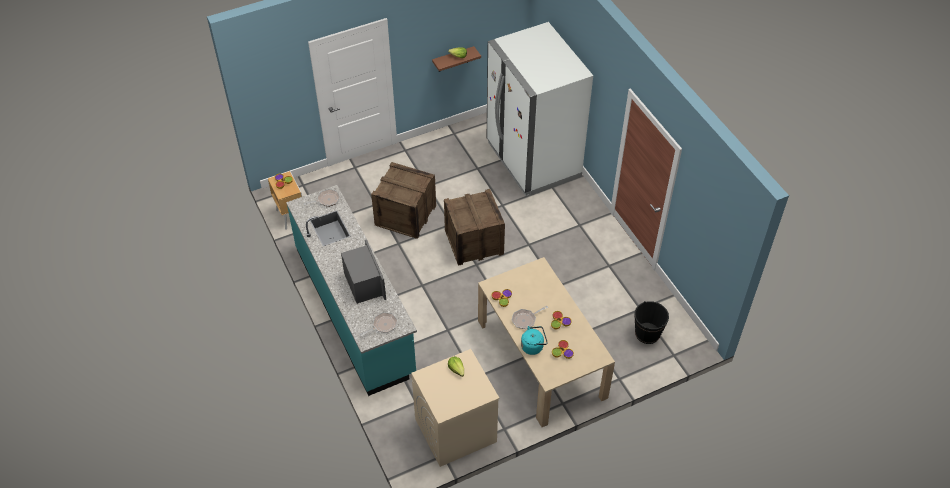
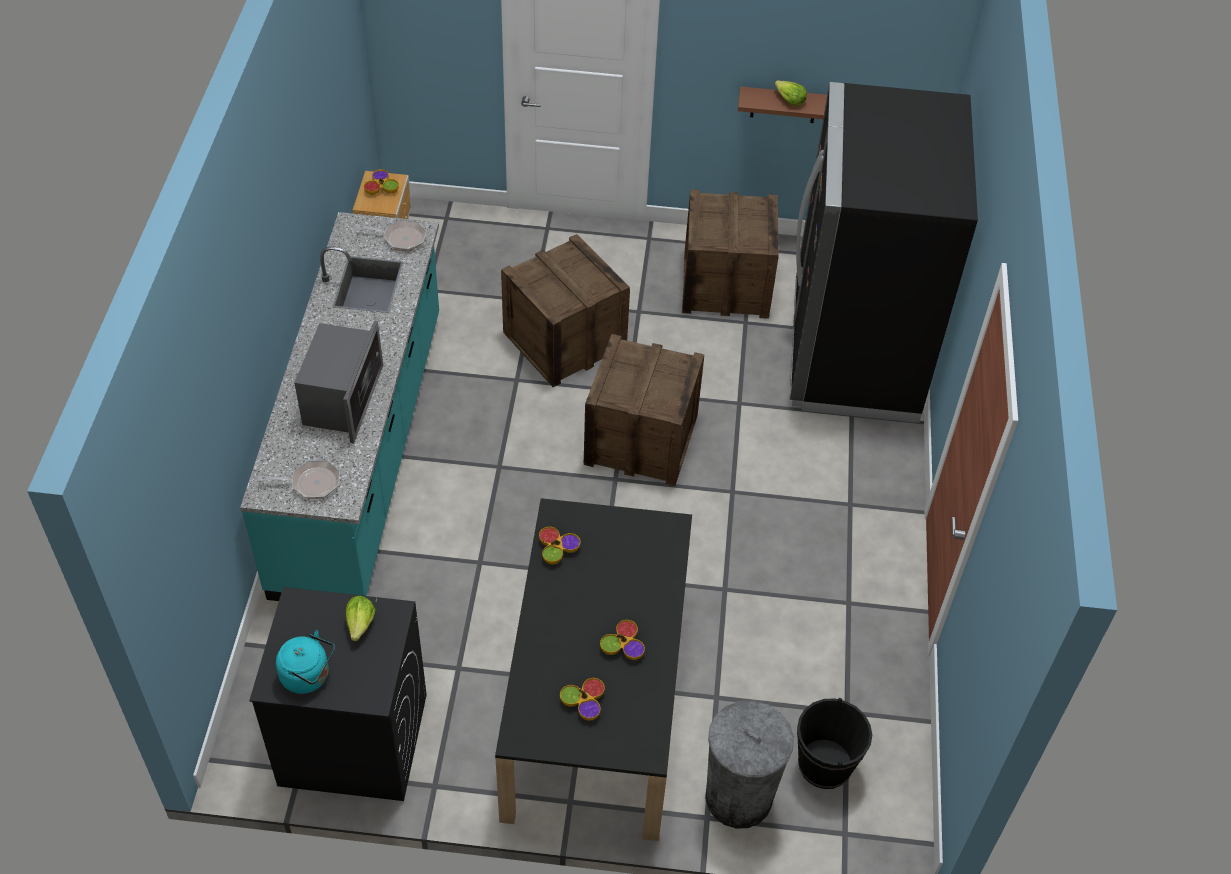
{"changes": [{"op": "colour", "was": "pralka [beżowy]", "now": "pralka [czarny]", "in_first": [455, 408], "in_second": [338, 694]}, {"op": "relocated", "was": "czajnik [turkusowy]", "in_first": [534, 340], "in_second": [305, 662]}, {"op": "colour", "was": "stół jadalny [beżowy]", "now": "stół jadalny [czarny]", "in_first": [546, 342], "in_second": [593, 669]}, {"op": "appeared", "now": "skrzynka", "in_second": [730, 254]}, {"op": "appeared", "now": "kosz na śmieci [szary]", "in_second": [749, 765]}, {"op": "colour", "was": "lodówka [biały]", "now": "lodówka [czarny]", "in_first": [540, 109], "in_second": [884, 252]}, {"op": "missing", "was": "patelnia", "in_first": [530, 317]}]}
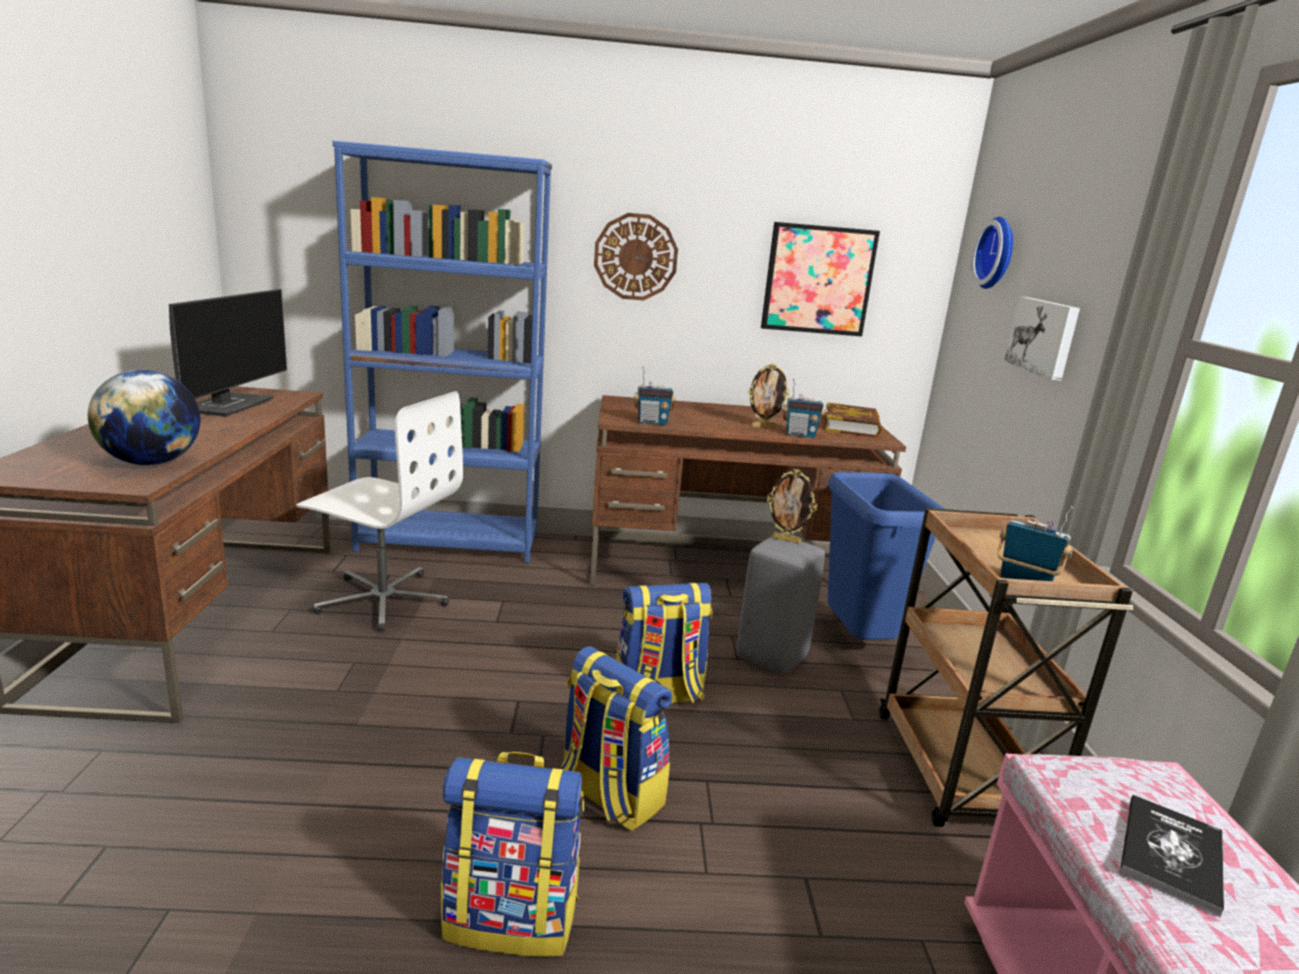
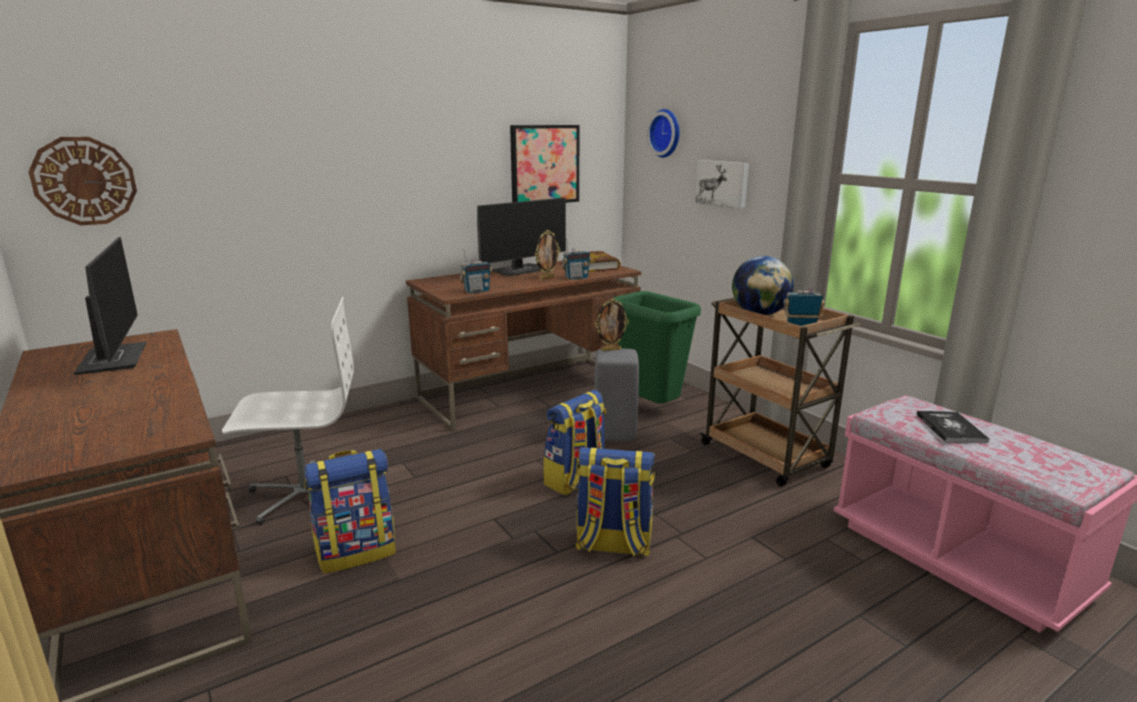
{"changes": [{"op": "relocated", "was": "zegar ścienny", "in_first": [636, 257], "in_second": [82, 181]}, {"op": "relocated", "was": "plecak", "in_first": [512, 854], "in_second": [350, 511]}, {"op": "appeared", "now": "monitor", "in_second": [521, 237]}, {"op": "colour", "was": "kosz na śmieci [niebieski]", "now": "kosz na śmieci [zielony]", "in_first": [886, 556], "in_second": [657, 347]}, {"op": "relocated", "was": "globus", "in_first": [144, 417], "in_second": [763, 285]}, {"op": "missing", "was": "regał [niebieski]", "in_first": [442, 352]}]}
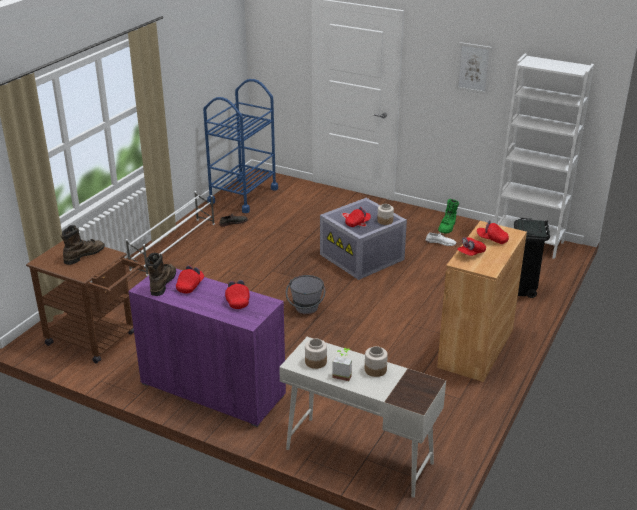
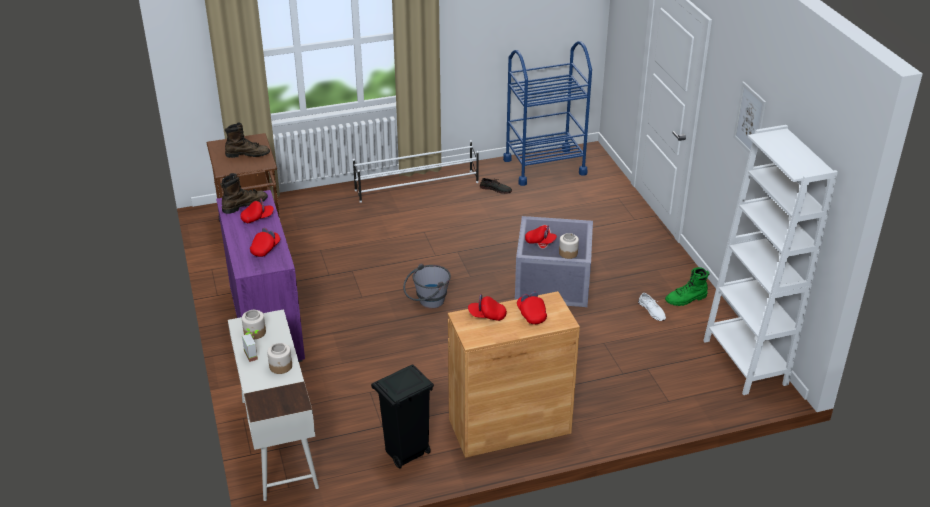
{"changes": [{"op": "relocated", "was": "kosz na śmieci [czarny]", "in_first": [532, 258], "in_second": [402, 417]}]}
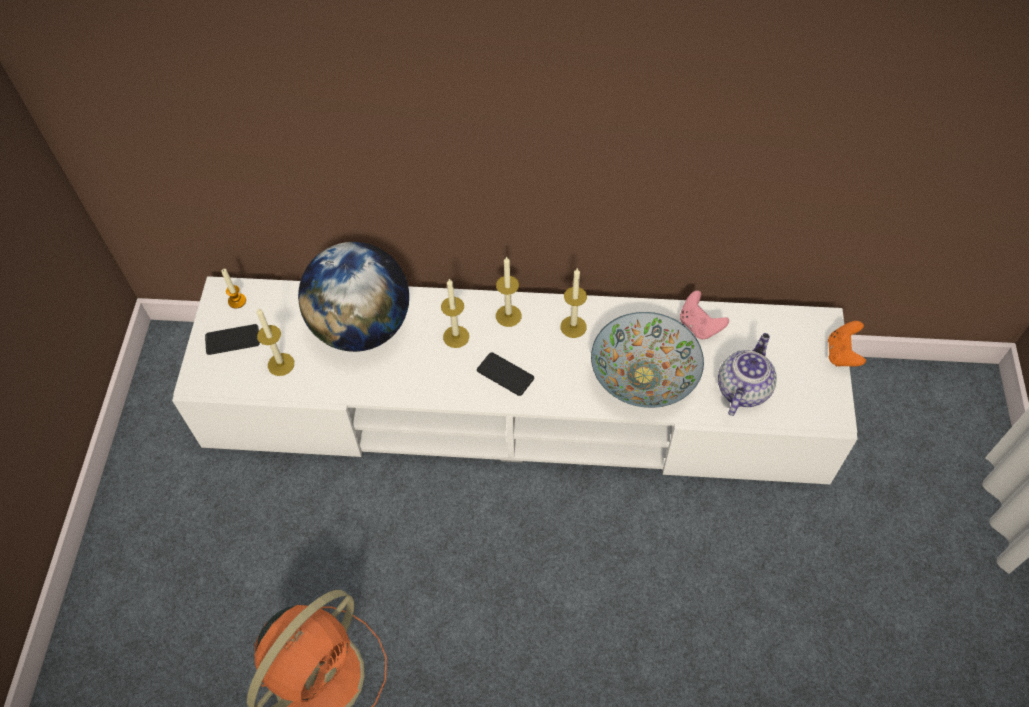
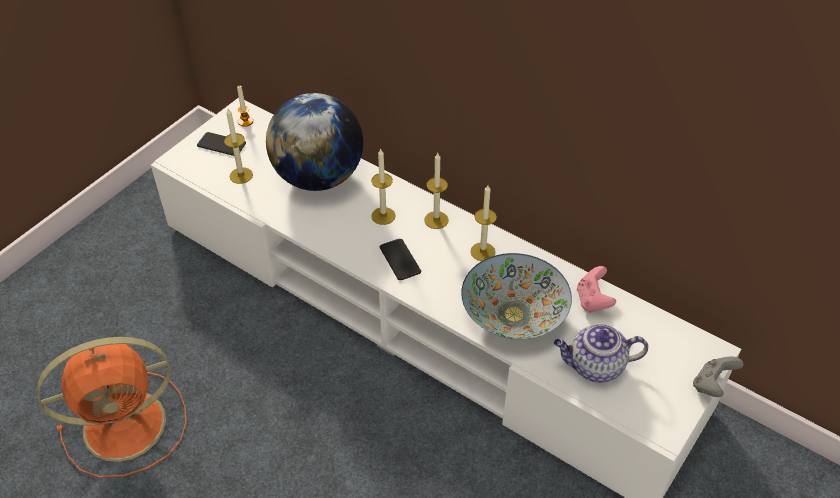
{"changes": [{"op": "spun", "was": "imbryk", "in_first": [747, 374], "in_second": [601, 353], "clockwise": -150}, {"op": "colour", "was": "pad do gier [pomarańczowy]", "now": "pad do gier [szary]", "in_first": [847, 344], "in_second": [718, 376]}]}
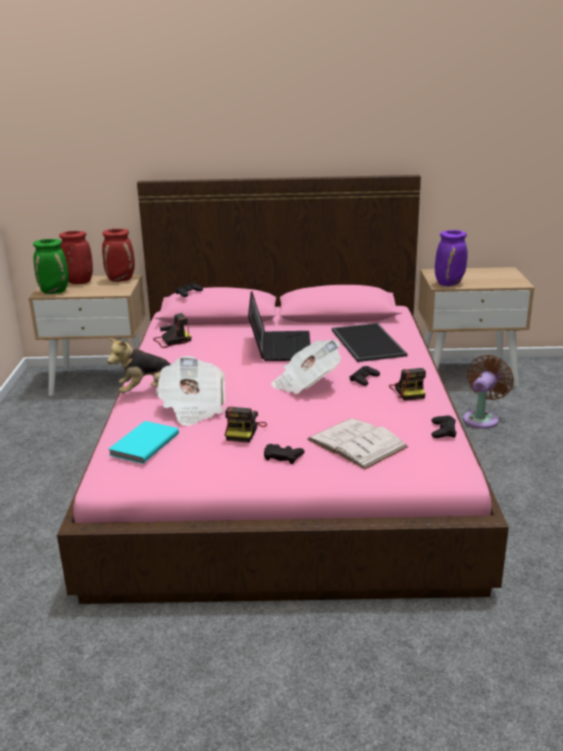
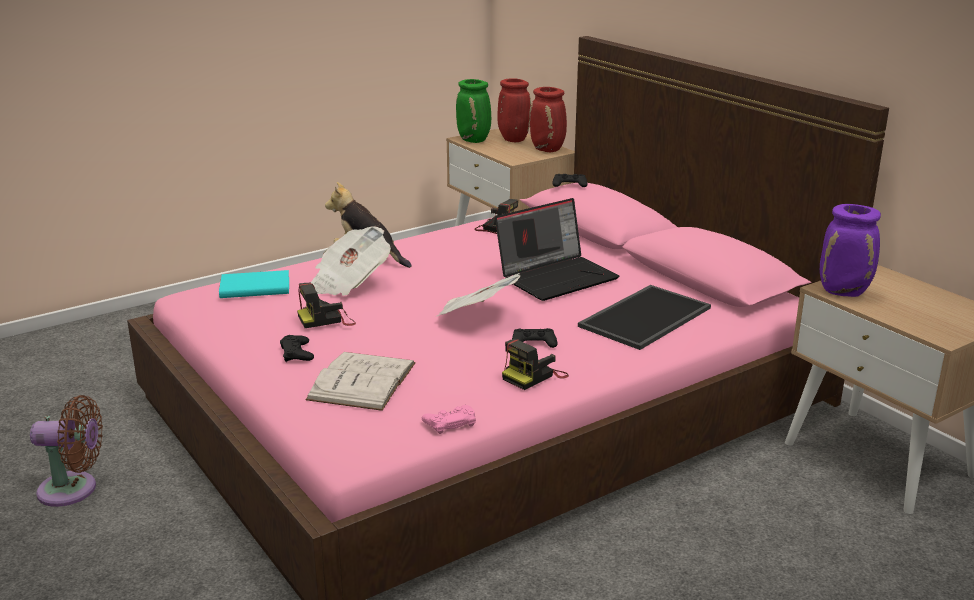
{"changes": [{"op": "relocated", "was": "wentylator [brązowy]", "in_first": [488, 392], "in_second": [66, 451]}, {"op": "colour", "was": "pad do gier [czarny]", "now": "pad do gier [różowy]", "in_first": [443, 426], "in_second": [449, 419]}]}
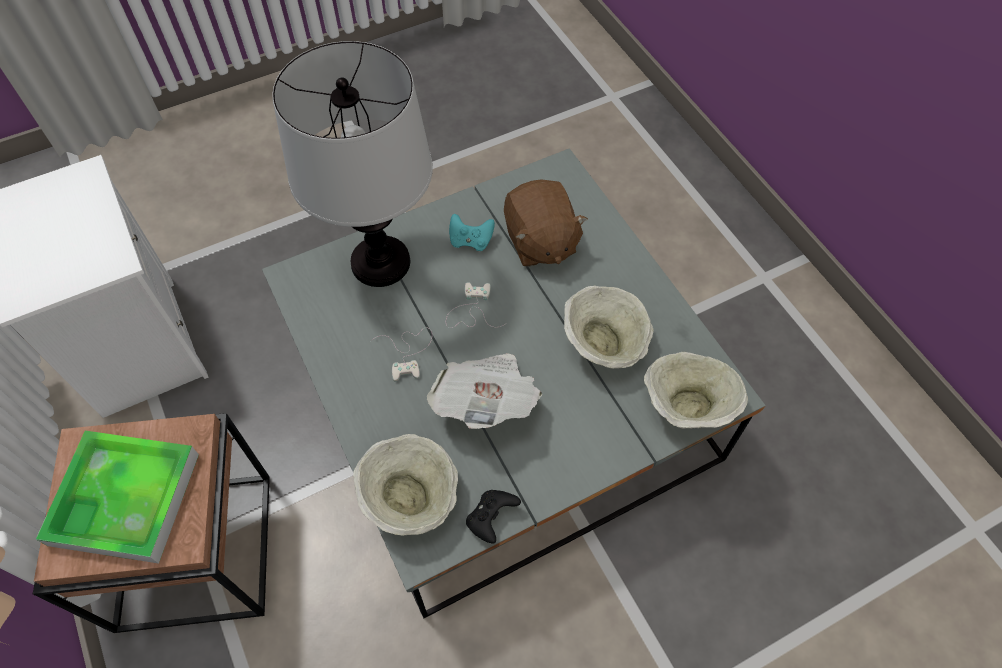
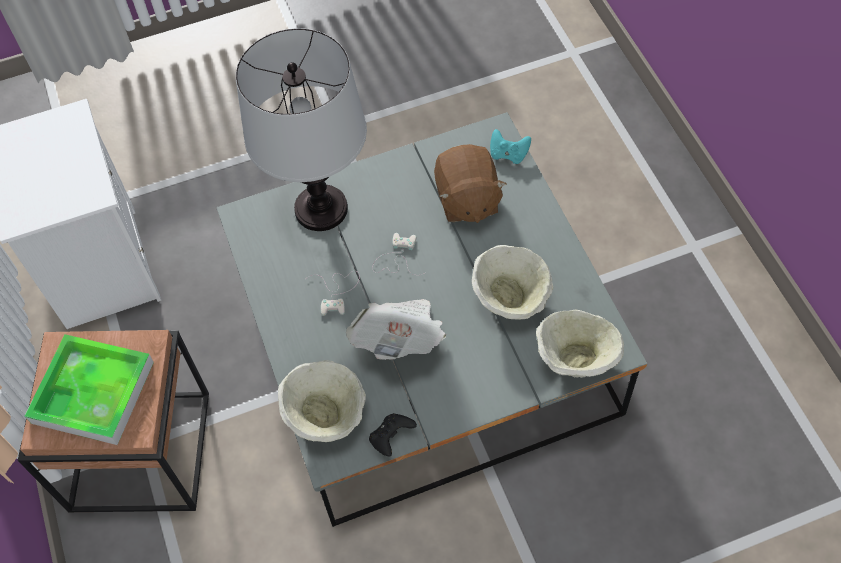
{"changes": [{"op": "relocated", "was": "pad do gier [turkusowy]", "in_first": [472, 232], "in_second": [510, 146]}]}
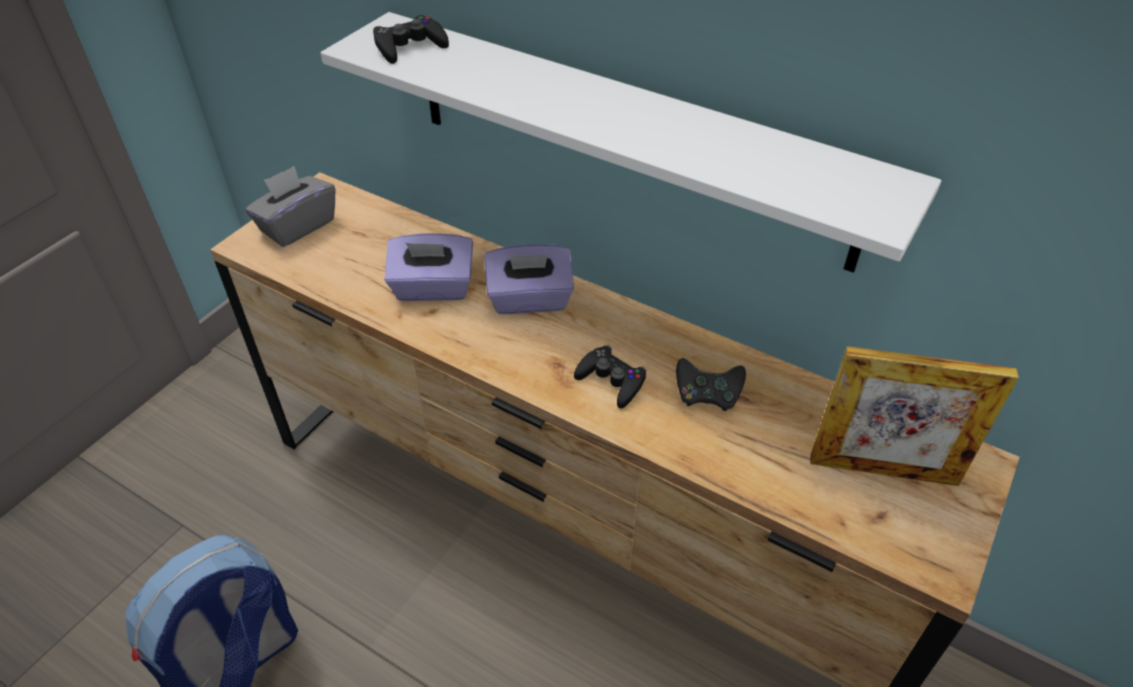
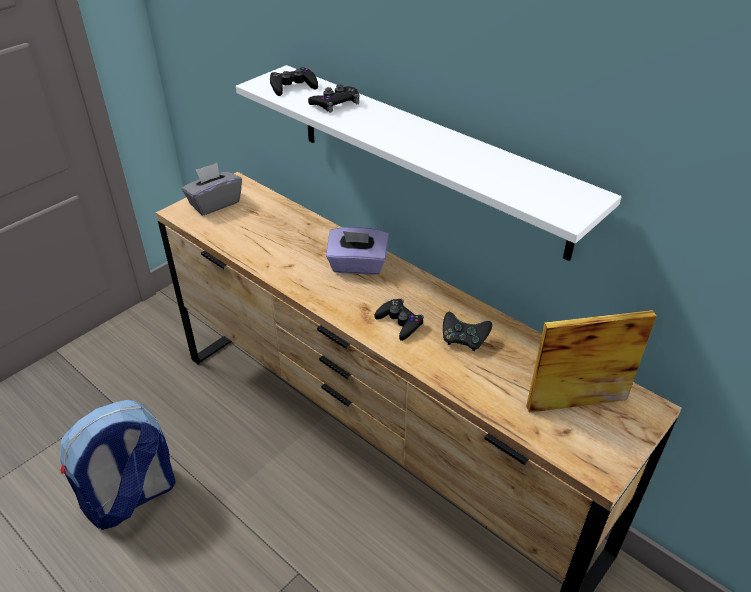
{"changes": [{"op": "appeared", "now": "pad do gier [czarny]", "in_second": [333, 98]}, {"op": "spun", "was": "ramka na zdjęcie", "in_first": [915, 416], "in_second": [591, 361], "clockwise": 150}, {"op": "missing", "was": "pudełko chusteczek [fioletowy]", "in_first": [428, 267]}]}
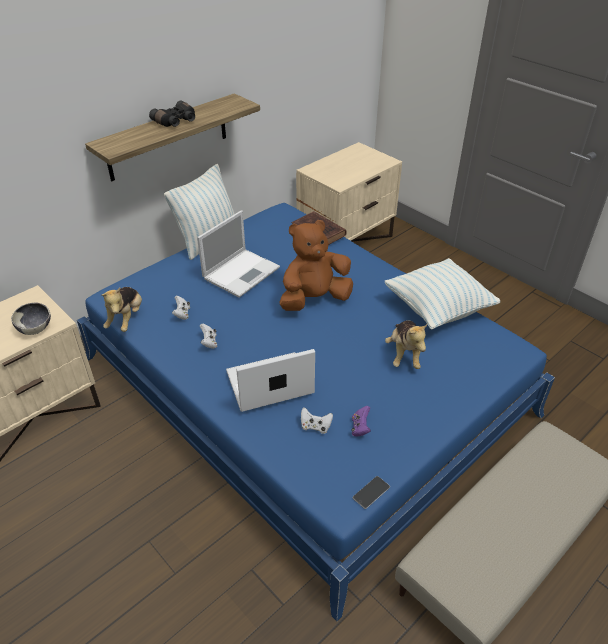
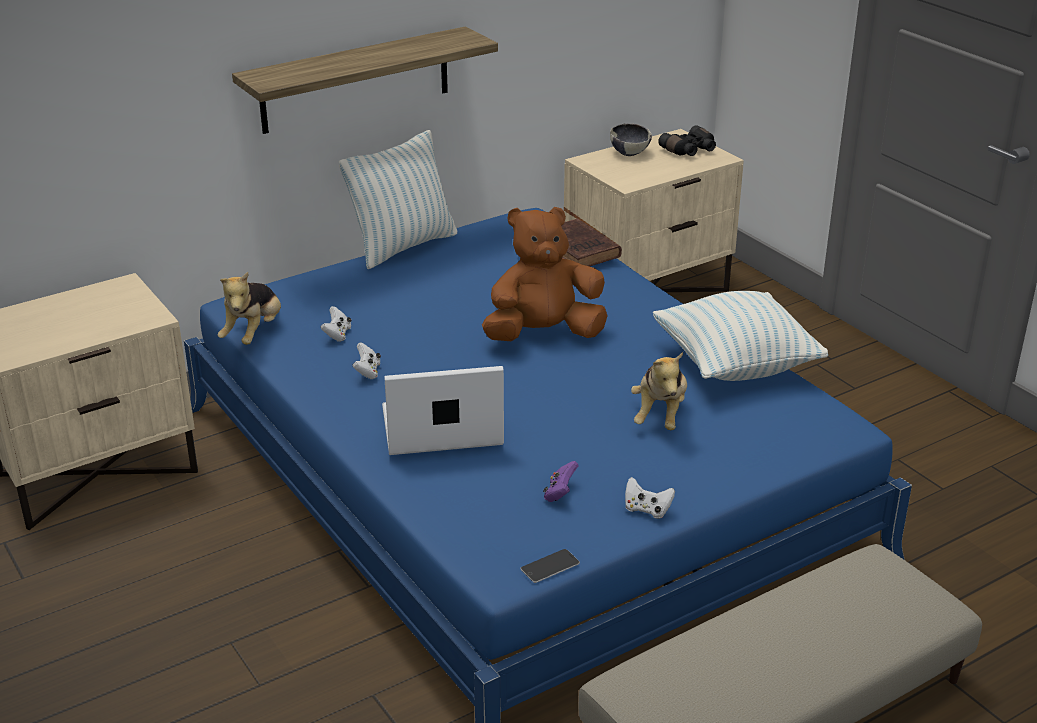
{"changes": [{"op": "relocated", "was": "miska", "in_first": [31, 319], "in_second": [631, 139]}, {"op": "relocated", "was": "pad do gier [biały]", "in_first": [317, 420], "in_second": [650, 498]}, {"op": "relocated", "was": "lornetka [czarny]", "in_first": [172, 114], "in_second": [687, 141]}, {"op": "missing", "was": "laptop", "in_first": [238, 253]}]}
